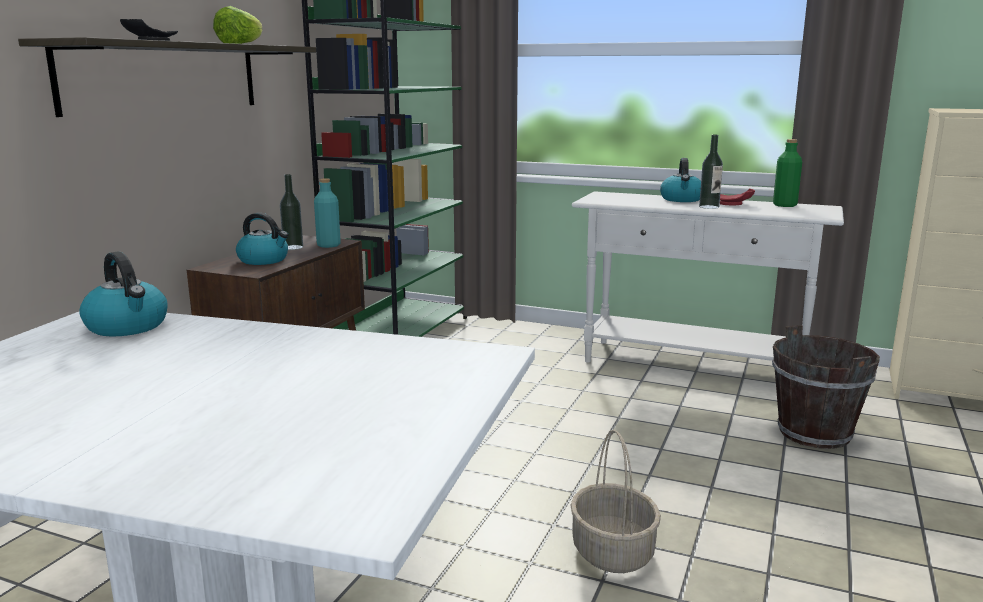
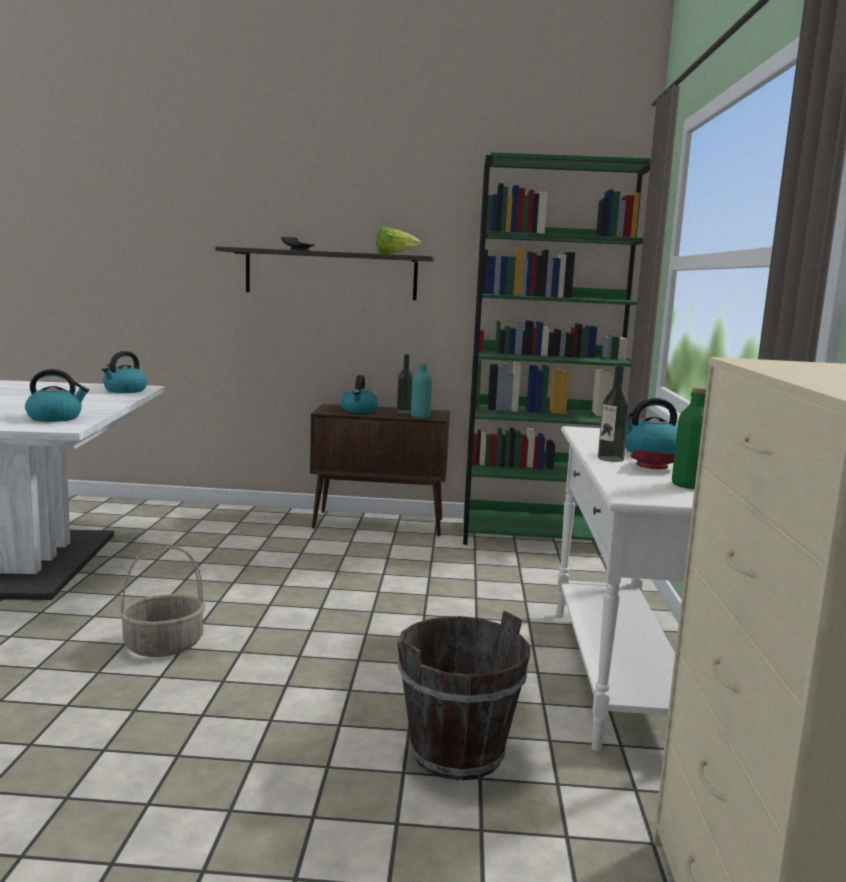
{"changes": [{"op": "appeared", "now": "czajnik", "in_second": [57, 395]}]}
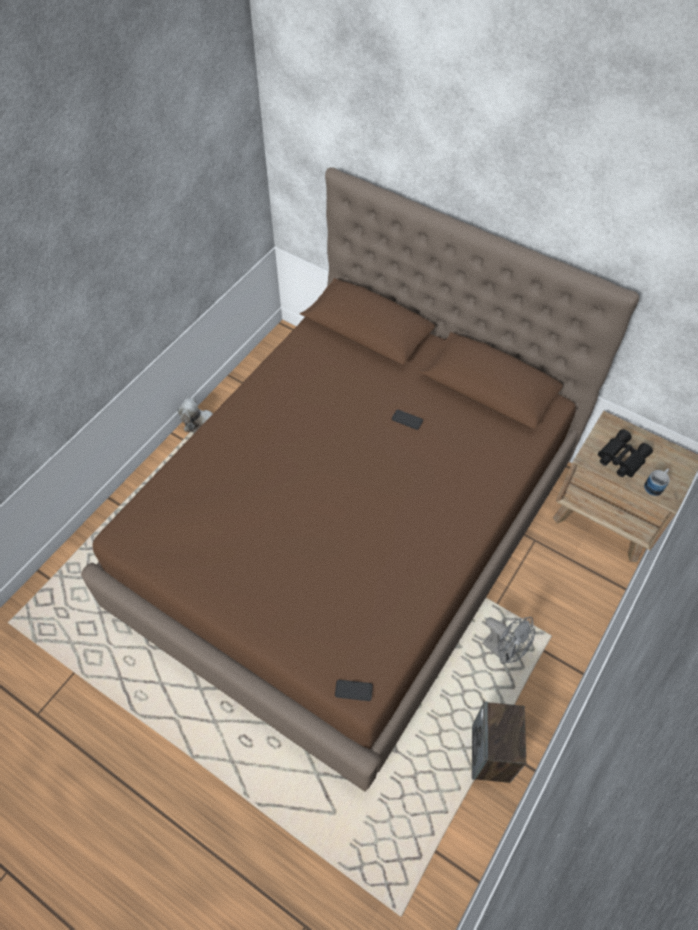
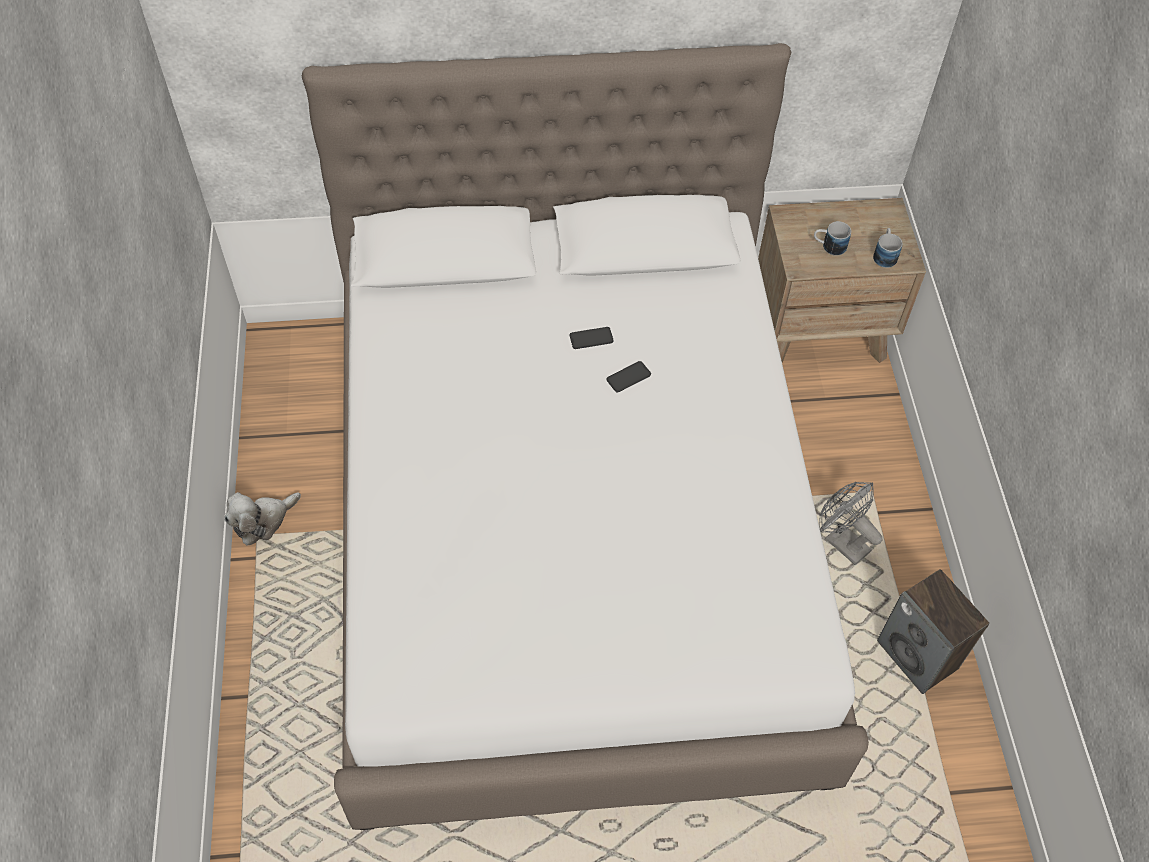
{"changes": [{"op": "colour", "was": "łóżko [brązowy]", "now": "łóżko [biały]", "in_first": [360, 479], "in_second": [585, 436]}, {"op": "relocated", "was": "telefon", "in_first": [354, 690], "in_second": [629, 376]}, {"op": "exchanged", "was": "lornetka [czarny]", "now": "kubek", "in_first": [625, 453], "in_second": [832, 238]}, {"op": "spun", "was": "wentylator [szary]", "in_first": [508, 640], "in_second": [851, 523], "clockwise": -135}]}
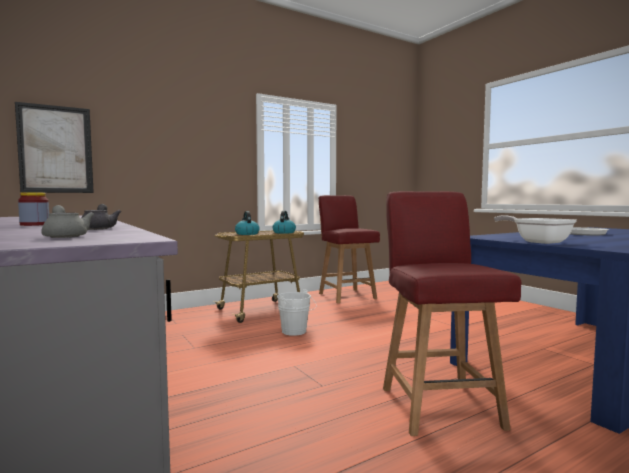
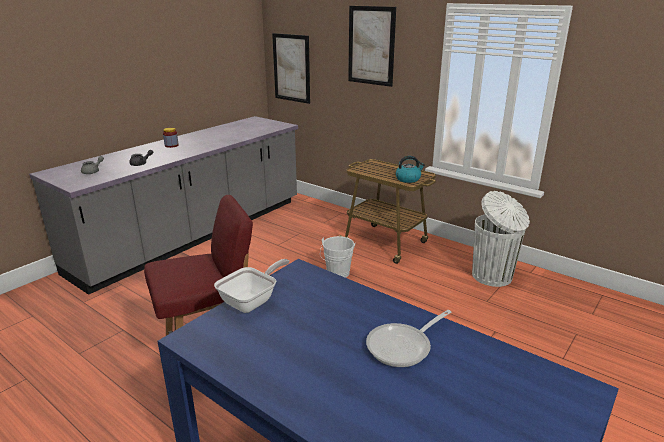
{"changes": [{"op": "appeared", "now": "obraz", "in_second": [372, 46]}, {"op": "exchanged", "was": "krzesło [czerwony]", "now": "kosz na śmieci [biały]", "in_first": [349, 249], "in_second": [501, 239]}, {"op": "missing", "was": "czajnik", "in_first": [247, 223]}]}
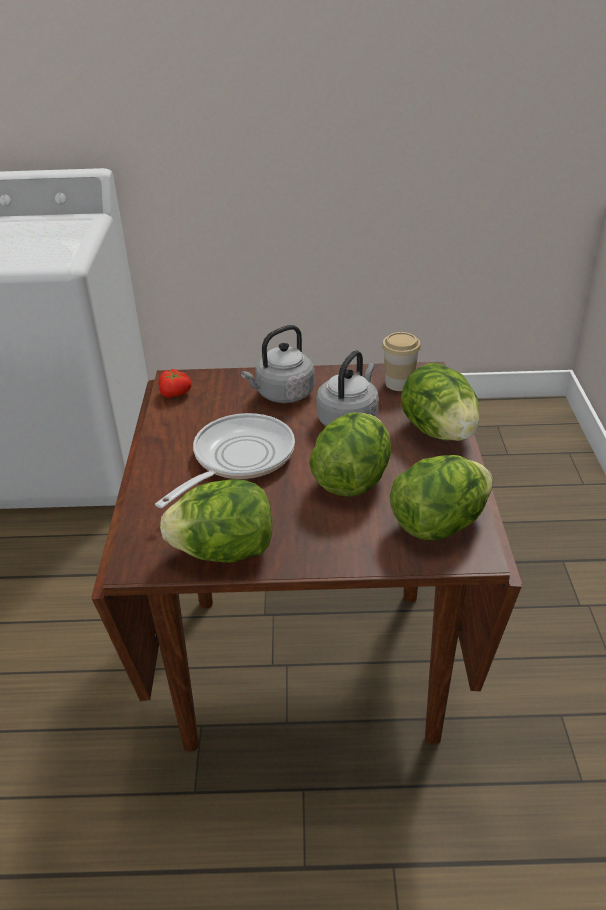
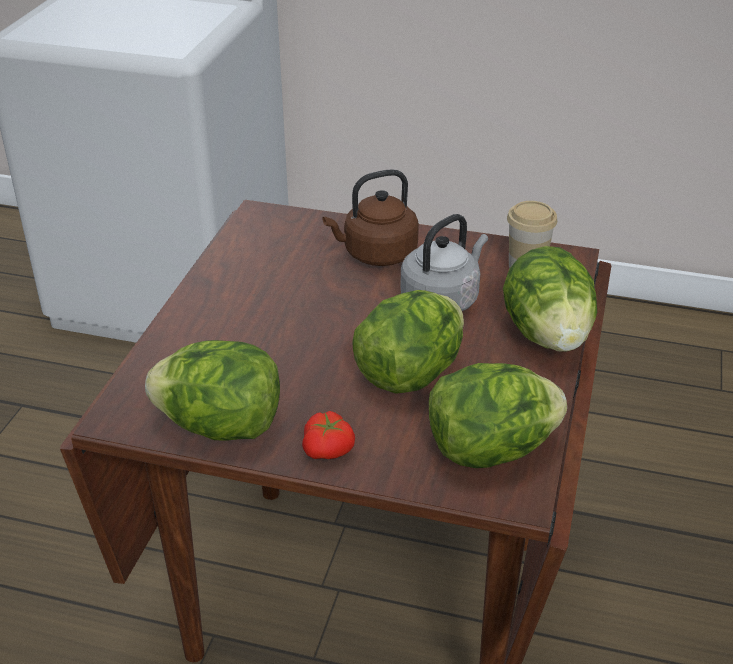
{"changes": [{"op": "relocated", "was": "pomidor", "in_first": [175, 383], "in_second": [328, 435]}, {"op": "colour", "was": "czajnik [szary]", "now": "czajnik [brązowy]", "in_first": [278, 364], "in_second": [371, 217]}, {"op": "missing", "was": "patelnia", "in_first": [225, 460]}]}
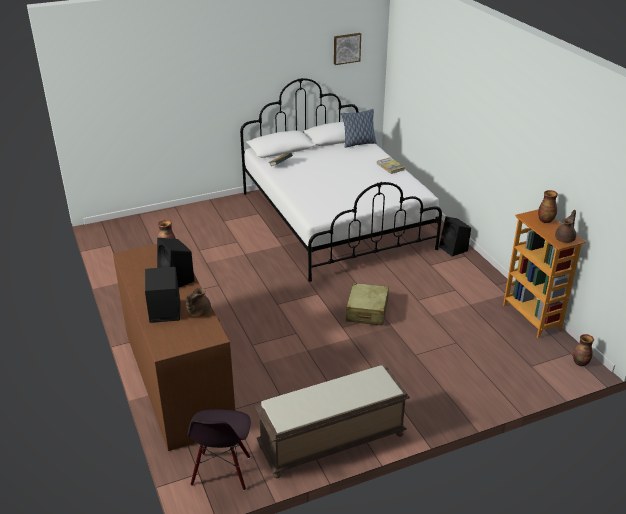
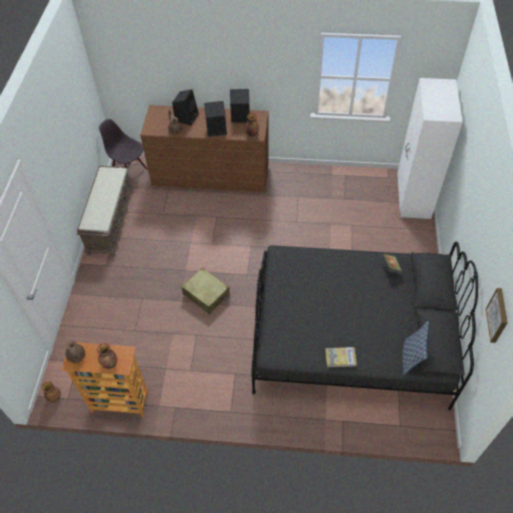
{"changes": [{"op": "relocated", "was": "głośnik [czarny]", "in_first": [455, 236], "in_second": [240, 106]}, {"op": "colour", "was": "łóżko [biały]", "now": "łóżko [czarny]", "in_first": [341, 180], "in_second": [364, 325]}, {"op": "appeared", "now": "szafa [biały]", "in_second": [430, 148]}]}
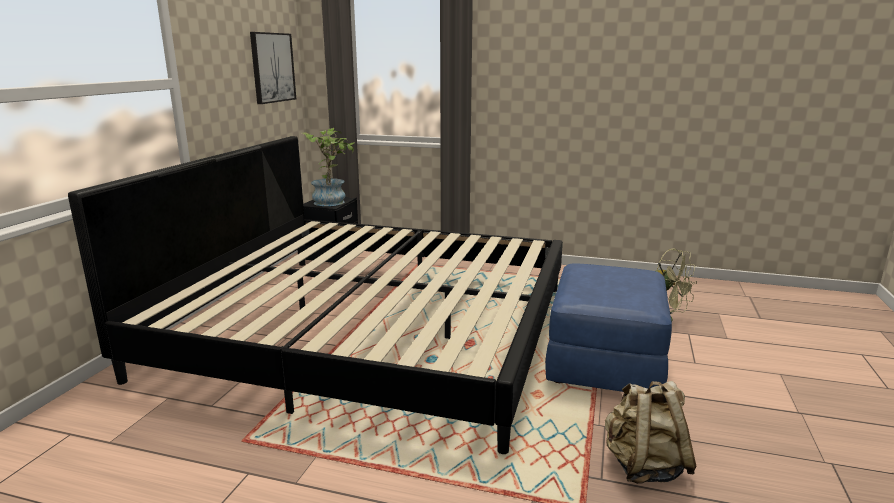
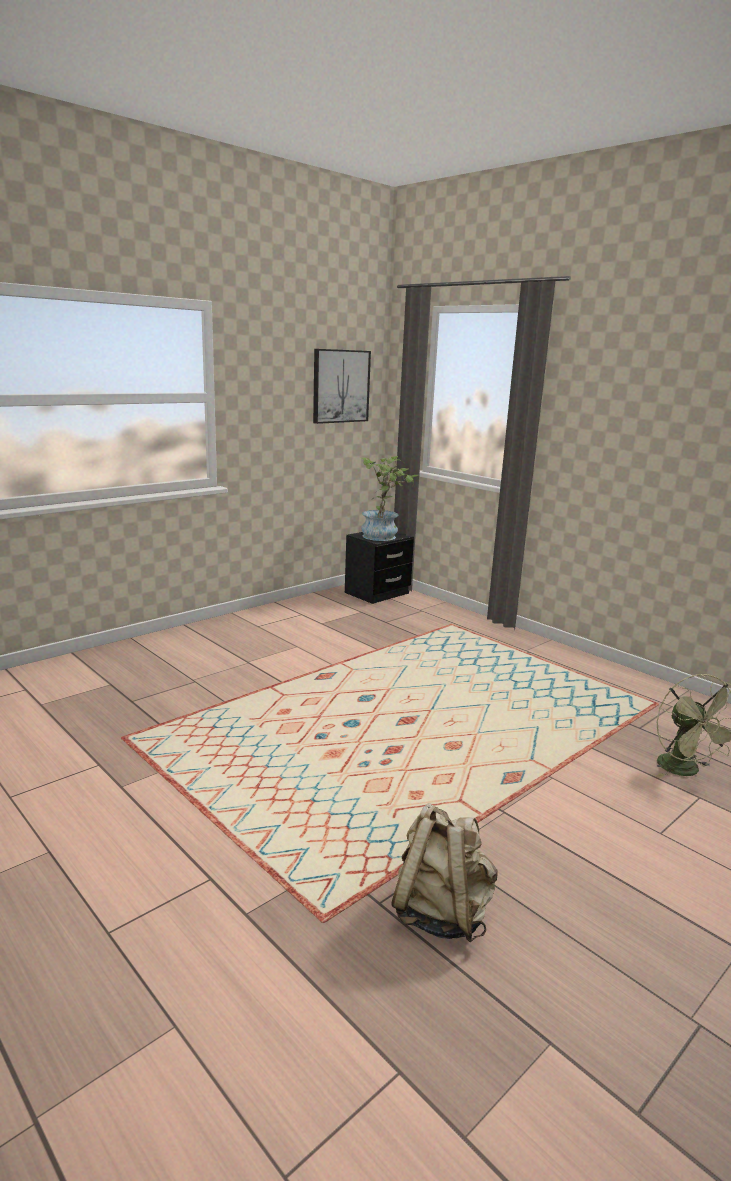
{"changes": [{"op": "missing", "was": "łóżko", "in_first": [315, 295]}, {"op": "missing", "was": "pufa [niebieski]", "in_first": [608, 327]}]}
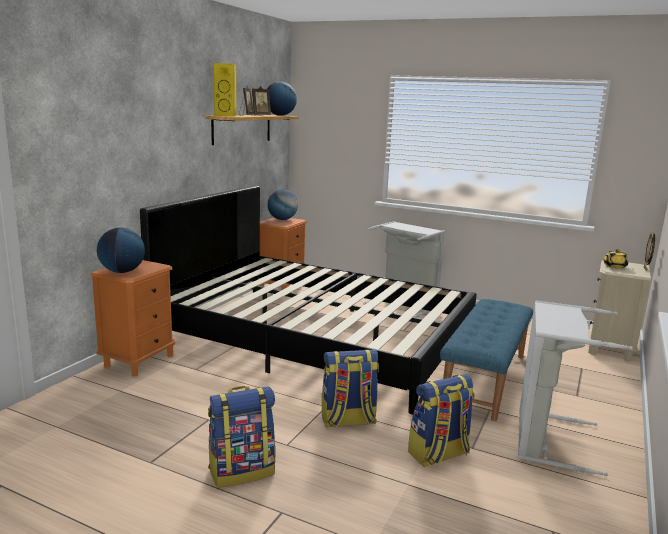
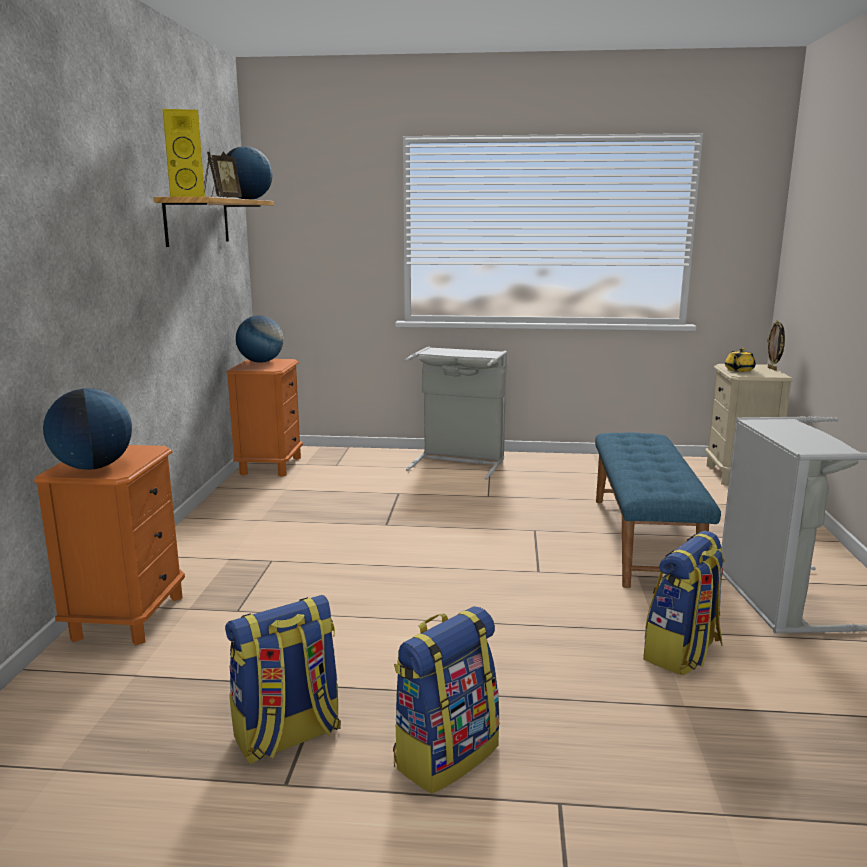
{"changes": [{"op": "relocated", "was": "plecak", "in_first": [350, 388], "in_second": [283, 679]}, {"op": "missing", "was": "łóżko [czarny]", "in_first": [308, 300]}]}
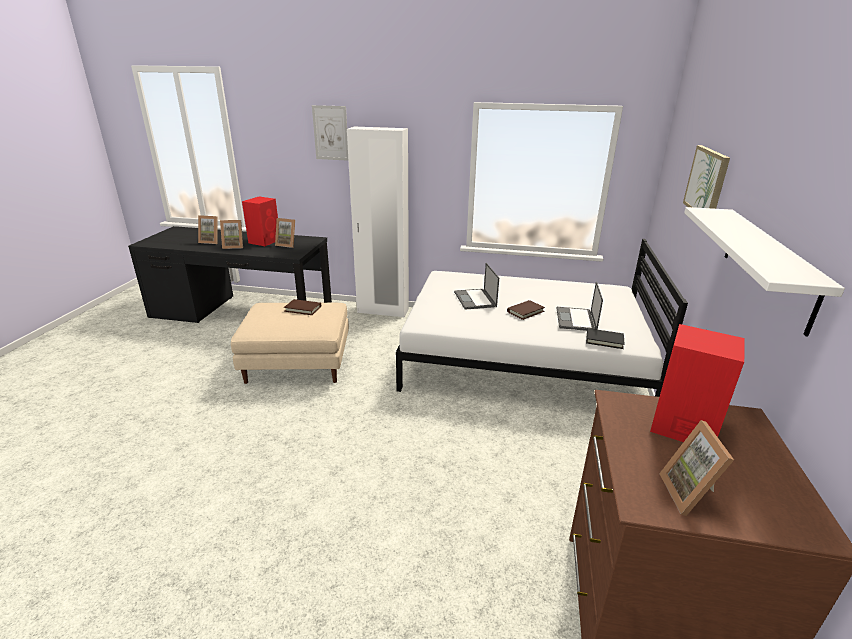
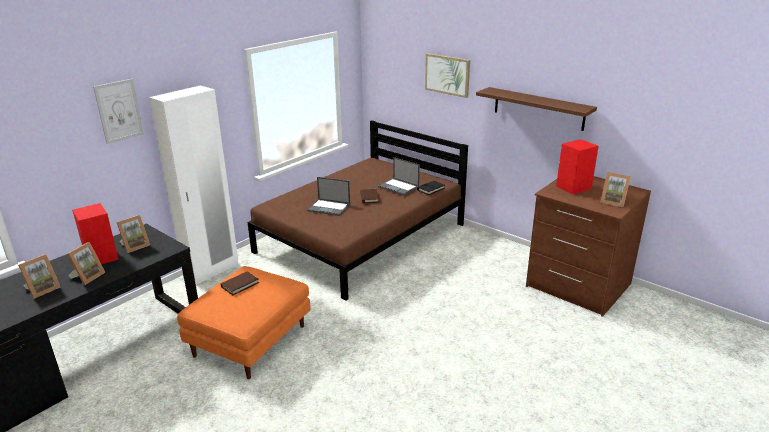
{"changes": [{"op": "colour", "was": "pufa [beżowy]", "now": "pufa [pomarańczowy]", "in_first": [290, 343], "in_second": [243, 322]}, {"op": "colour", "was": "łóżko [biały]", "now": "łóżko [brązowy]", "in_first": [542, 318], "in_second": [358, 210]}, {"op": "colour", "was": "półka [biały]", "now": "półka [brązowy]", "in_first": [764, 272], "in_second": [536, 109]}]}
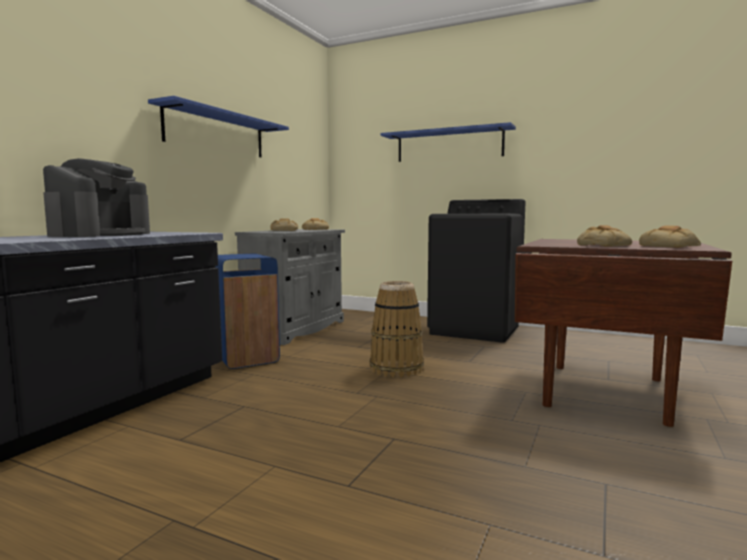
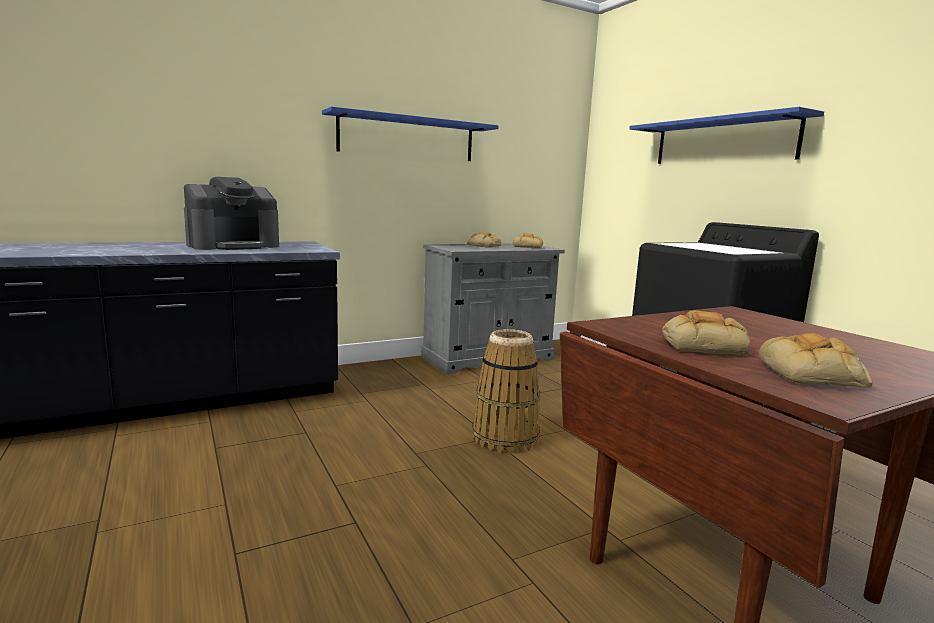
{"changes": [{"op": "missing", "was": "kosz na śmieci [niebieski]", "in_first": [247, 311]}]}
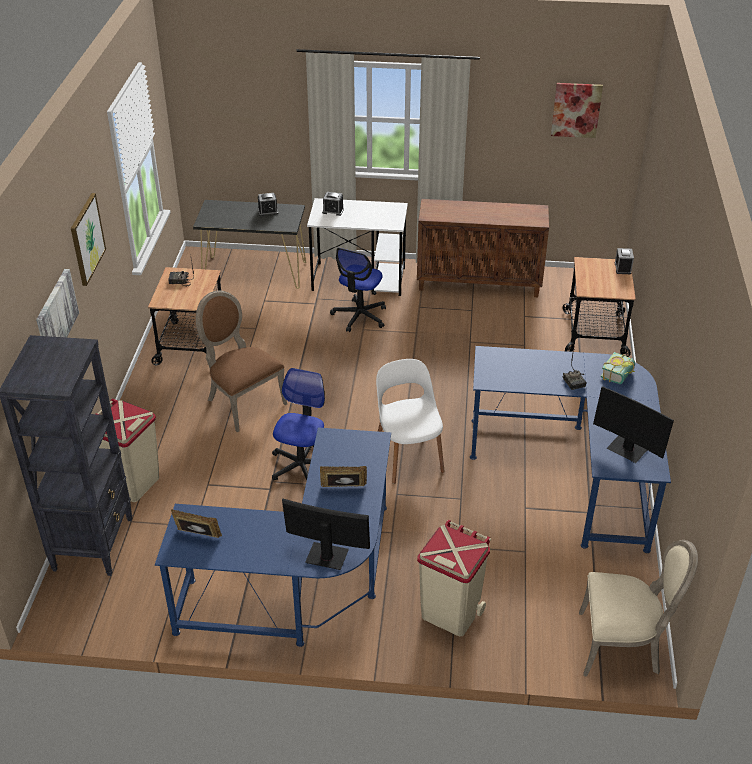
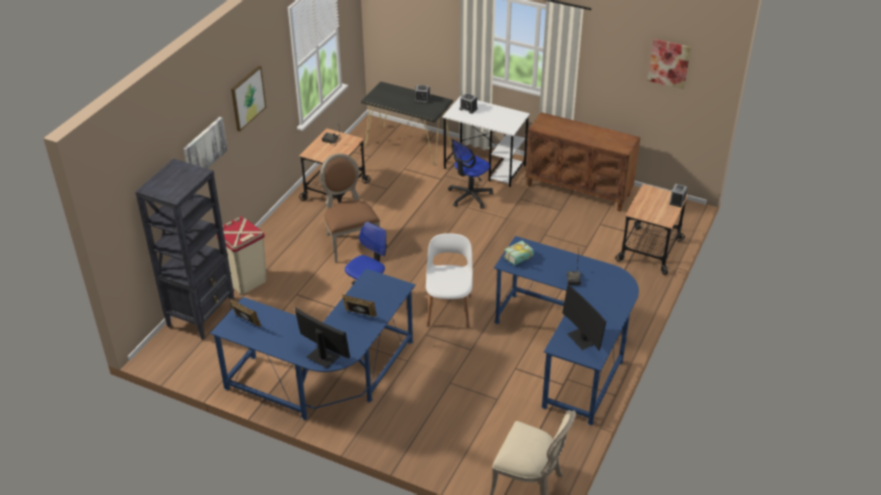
{"changes": [{"op": "relocated", "was": "książka", "in_first": [618, 368], "in_second": [519, 253]}, {"op": "missing", "was": "kosz na śmieci [beżowy]", "in_first": [454, 578]}]}
